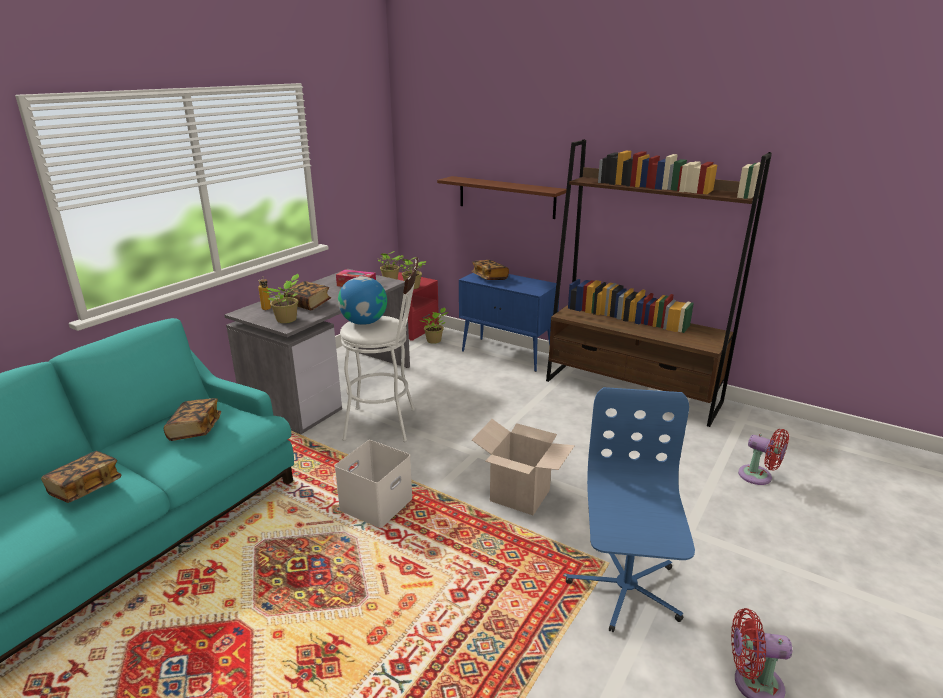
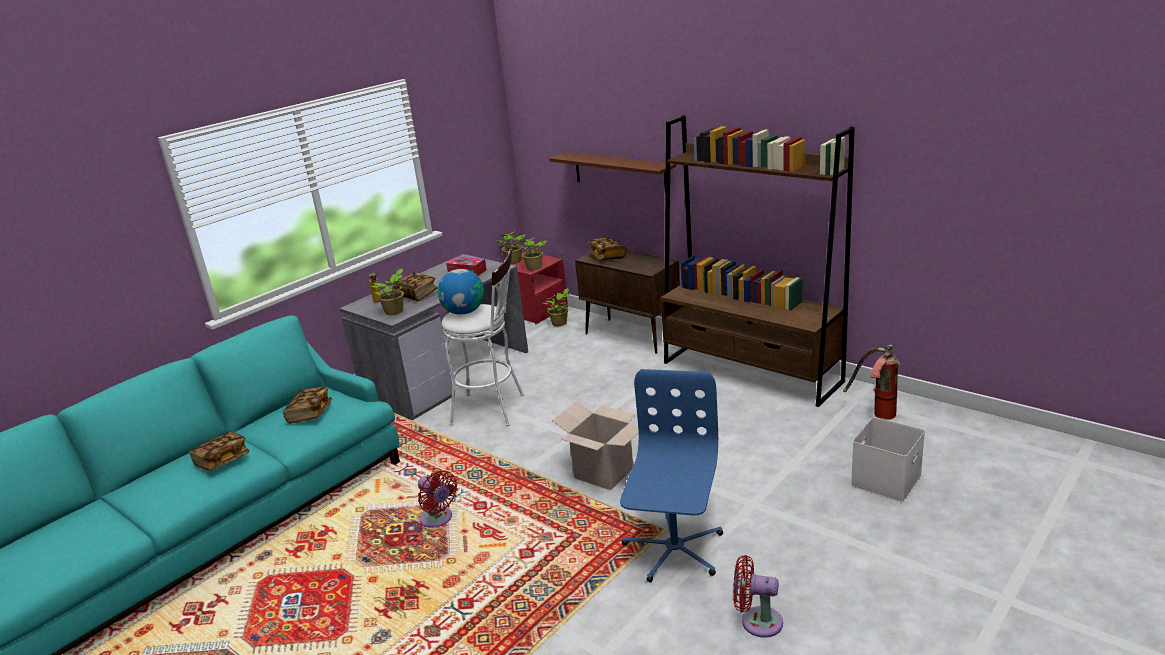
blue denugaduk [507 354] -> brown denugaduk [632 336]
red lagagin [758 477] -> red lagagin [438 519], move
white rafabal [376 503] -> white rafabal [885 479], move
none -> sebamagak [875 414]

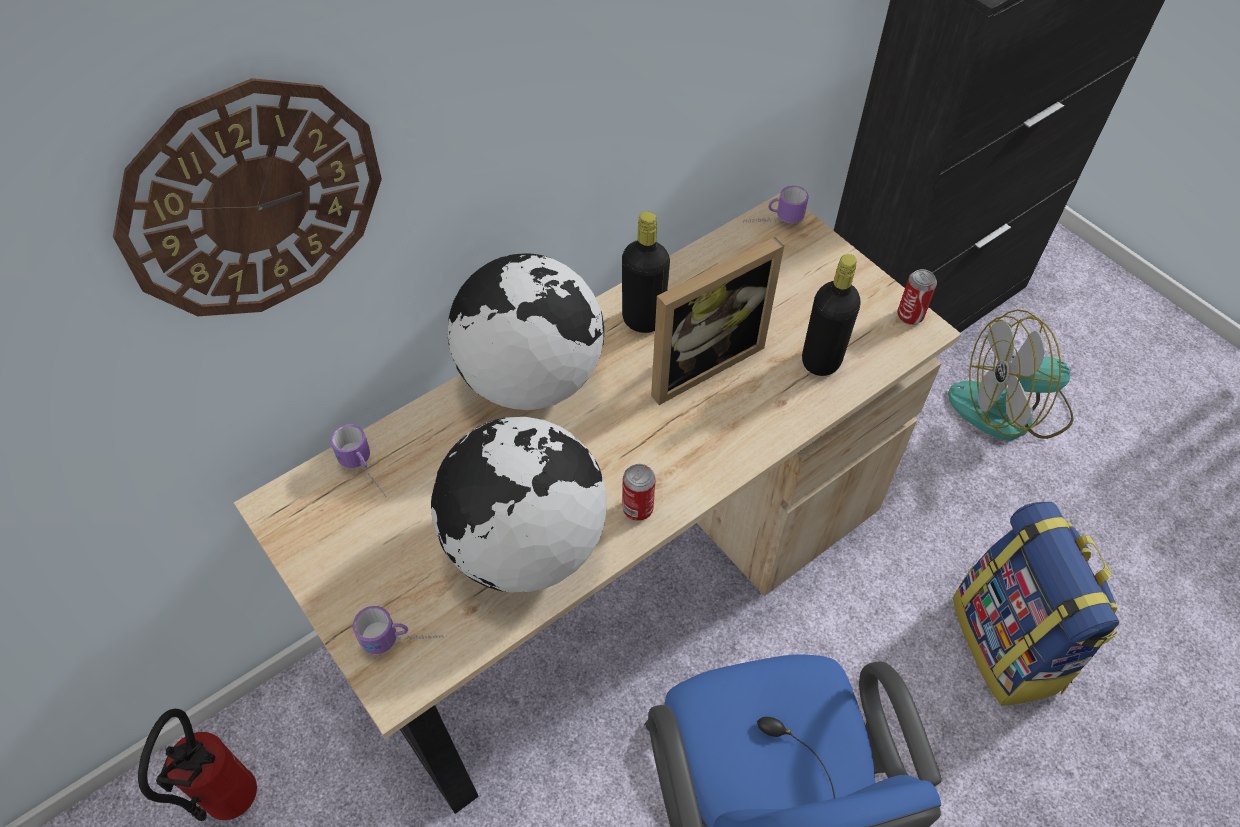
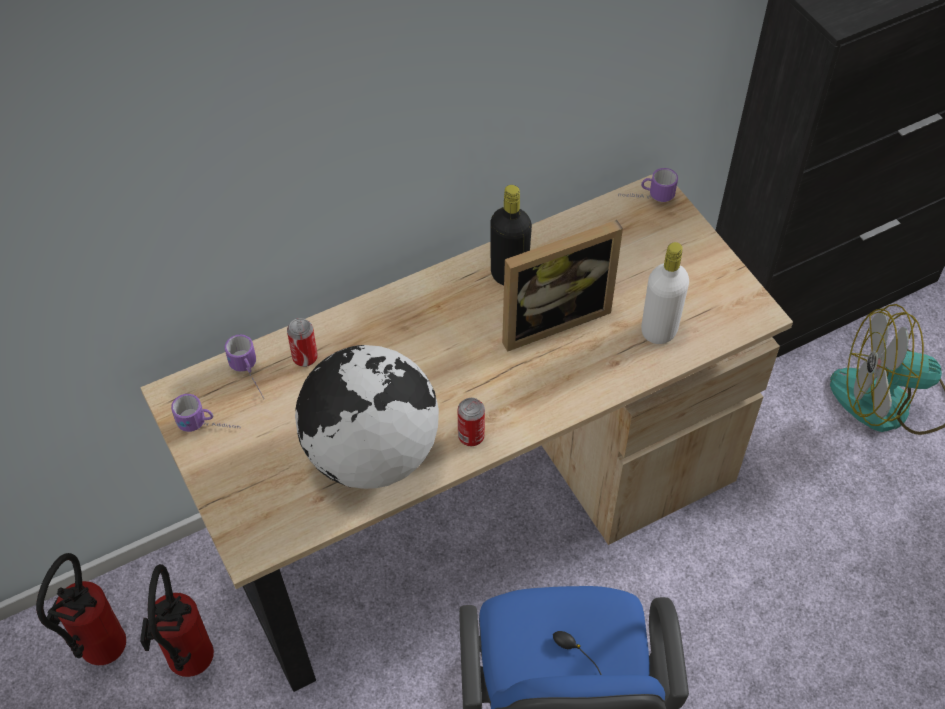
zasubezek [254 202] -> none
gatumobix [530 379] -> none
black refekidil [821 361] -> white refekidil [659 330]
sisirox [910 316] -> sisirox [305 357], move
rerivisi [1009 644] -> none
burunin [402 641] -> burunin [209 426], move
none -> sebamagak [188 667]

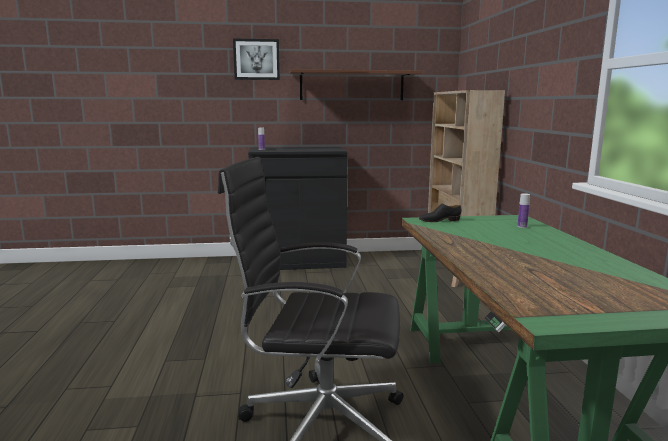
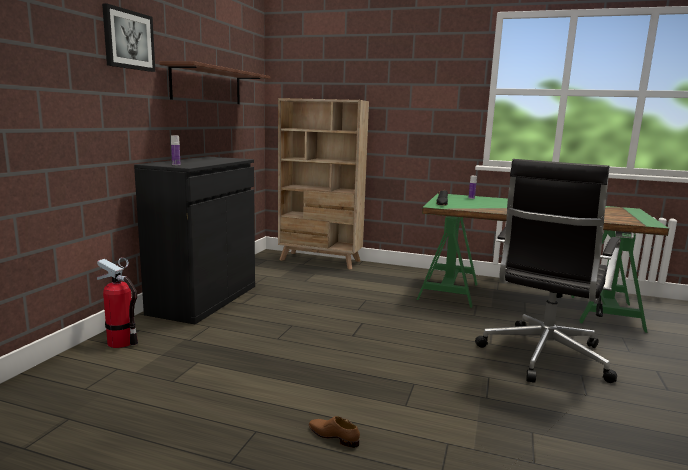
none -> sebamagak [121 342]
none -> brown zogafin [333 436]

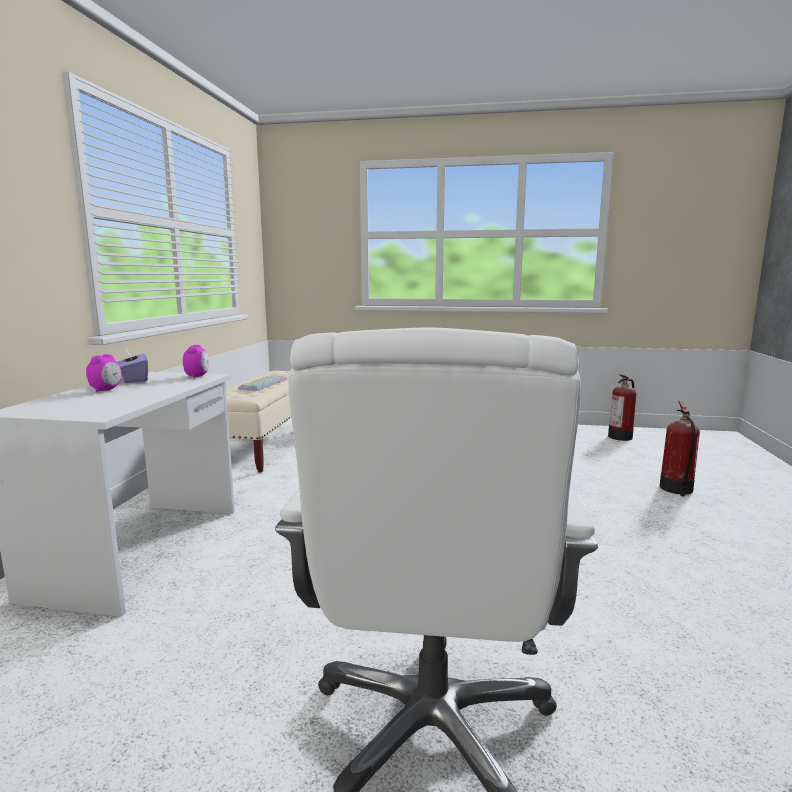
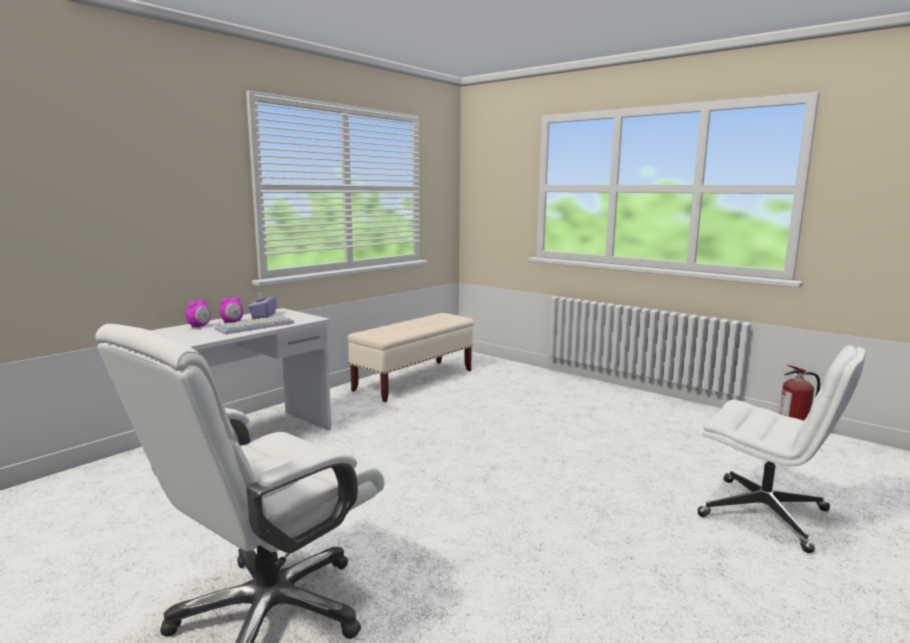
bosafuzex [197 376] -> bosafuzex [199 326], move
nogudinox [263 384] -> nogudinox [255 326], move
sebamagak [676 489] -> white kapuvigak [765 514]

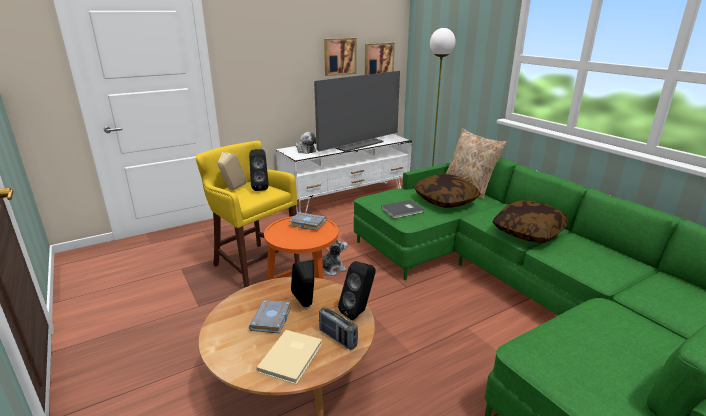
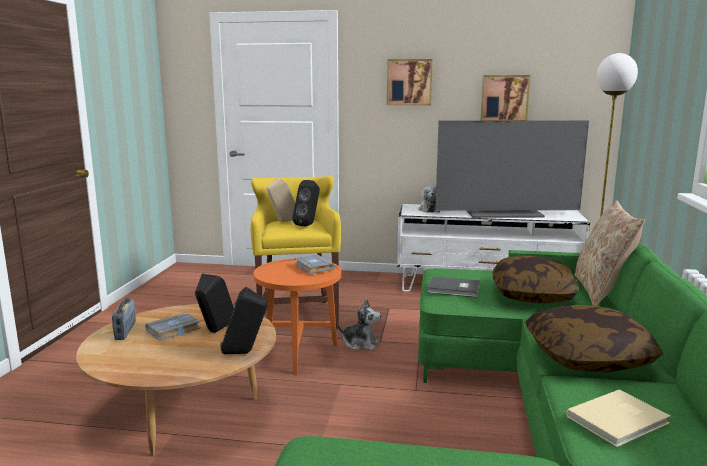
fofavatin [378 60] -> fofavatin [409 82], move
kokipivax [337 338] -> kokipivax [125 331], move
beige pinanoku [292 357] -> beige pinanoku [620 420], move

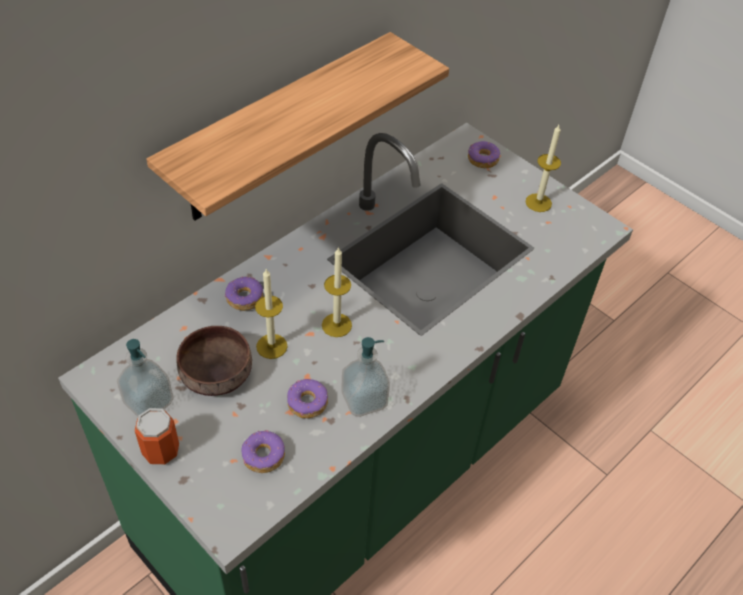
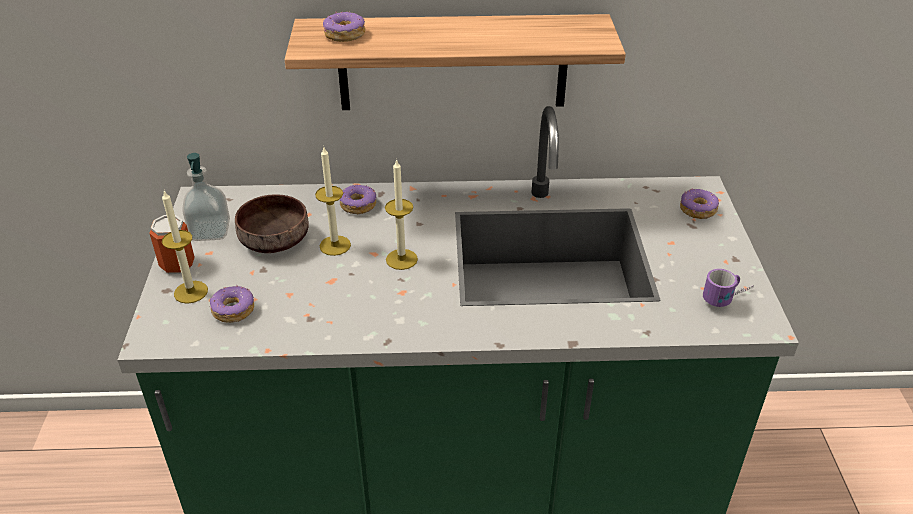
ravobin [538 202] -> ravobin [191 292], move
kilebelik [364 399] -> none
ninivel [307 403] -> ninivel [344 34], move
none -> burunin [728 299]

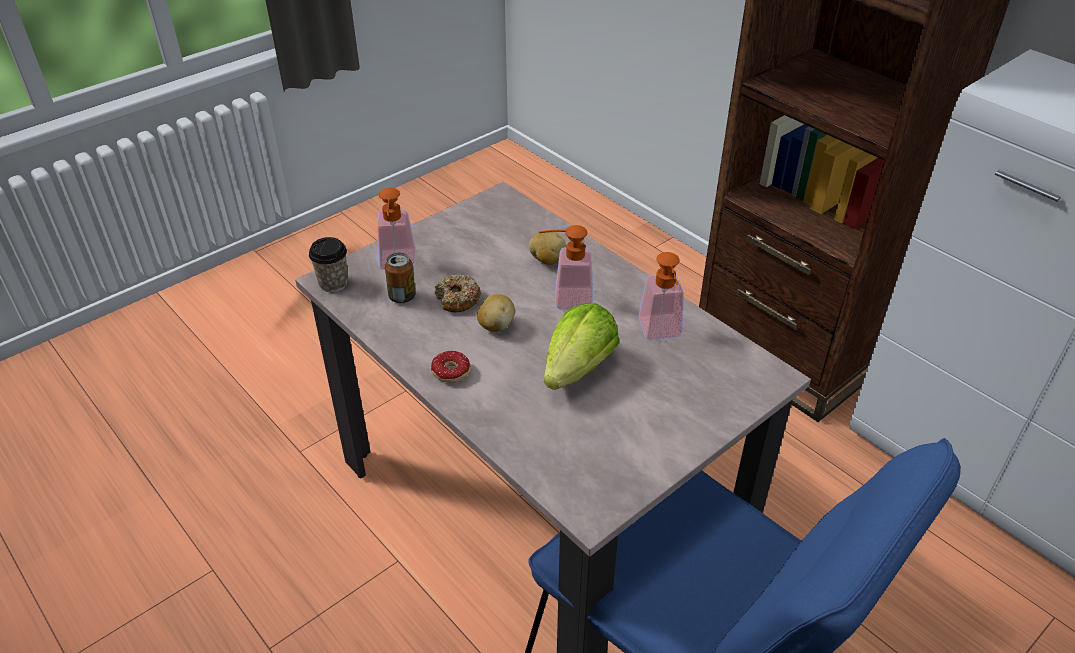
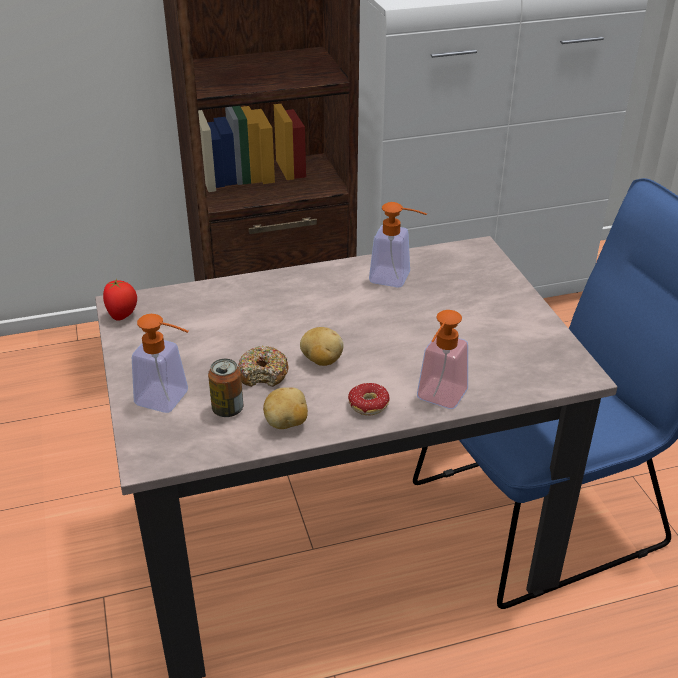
kilebelik [565 299] -> kilebelik [438 399], move
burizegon [547 260] -> burizegon [286 423], move
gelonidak [333 283] -> none
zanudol [579 369] -> none
none -> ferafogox [123 315]

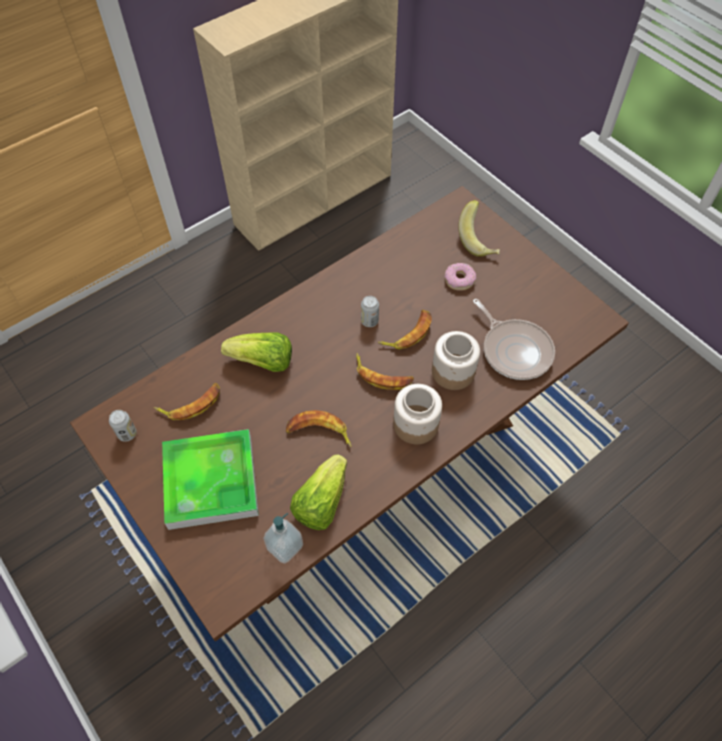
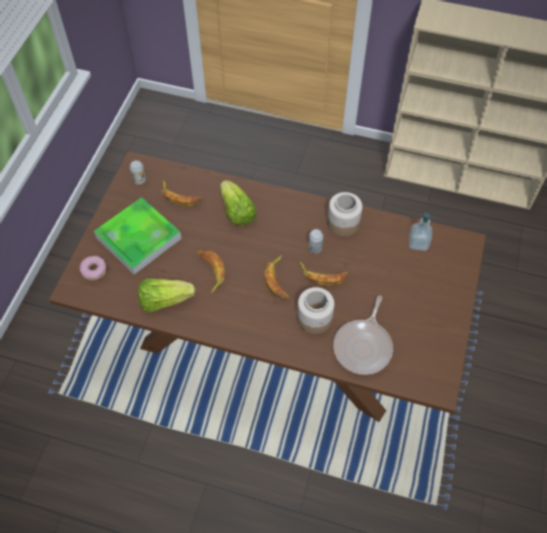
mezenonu [479 240] -> none
ninivel [459 280] -> ninivel [93 270], move
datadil [415 425] -> datadil [342 223], move
kilebelik [285 546] -> kilebelik [418 243], move

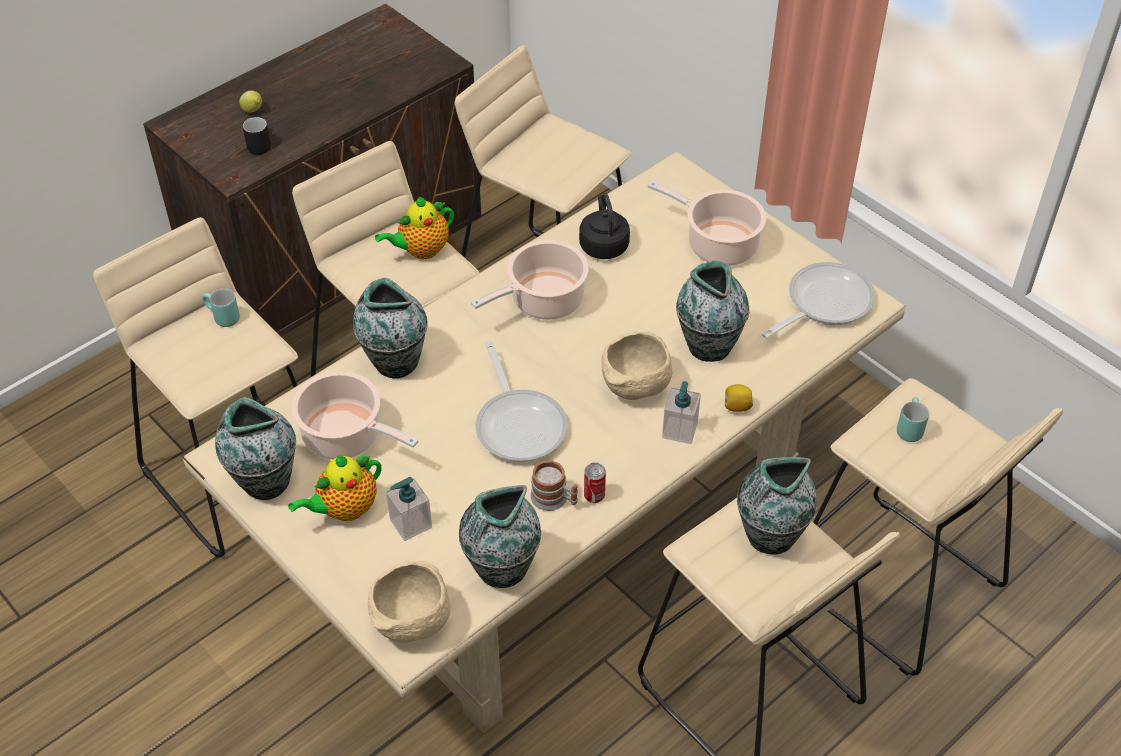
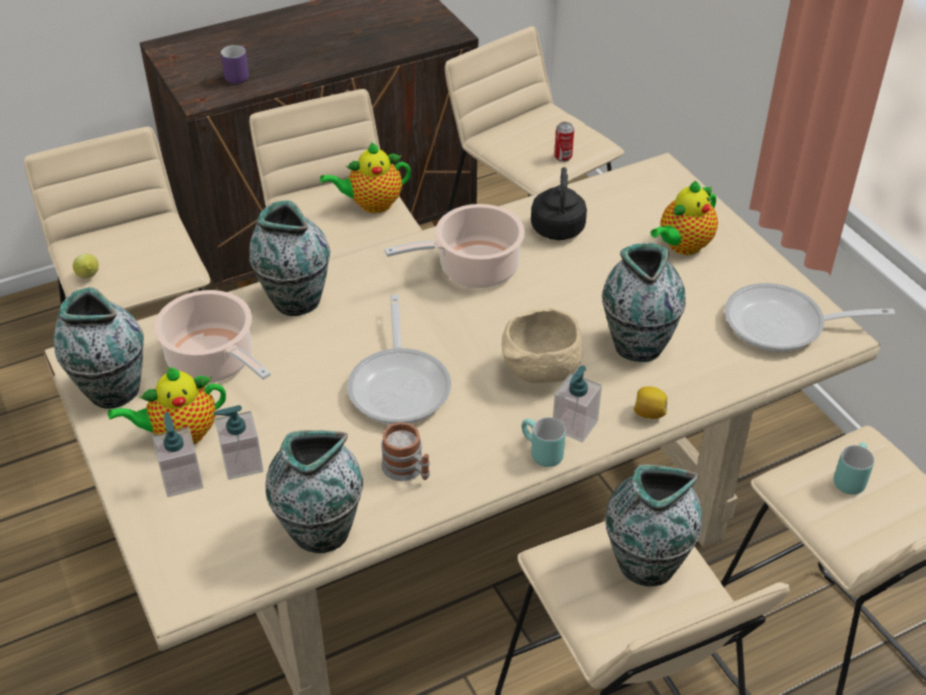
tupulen [253 111] -> tupulen [89 277], move
black burunin [258 144] -> purple burunin [237 75]
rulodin [717 244] -> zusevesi [682 246]
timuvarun [823 303] -> timuvarun [783 325], 150 degrees counterclockwise
turquoise burunin [221 318] -> turquoise burunin [539 454], move
sisirox [594 495] -> sisirox [563 157], move
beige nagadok [411 624] -> none
none -> kilebelik [182 479]

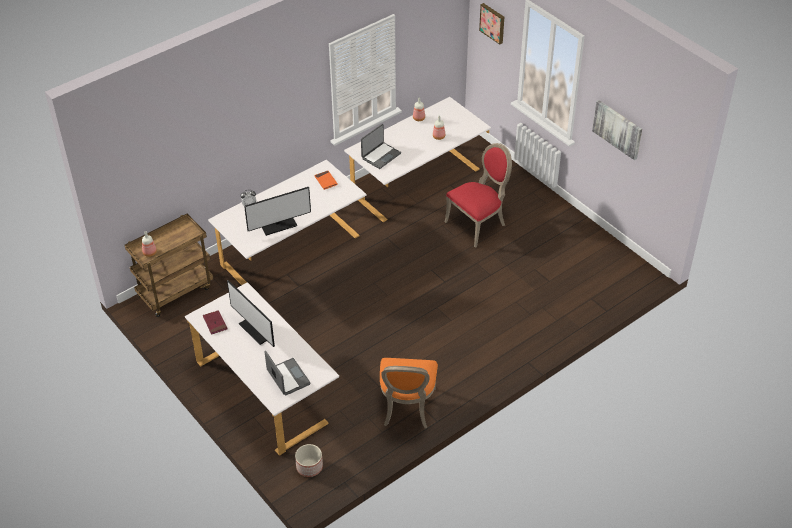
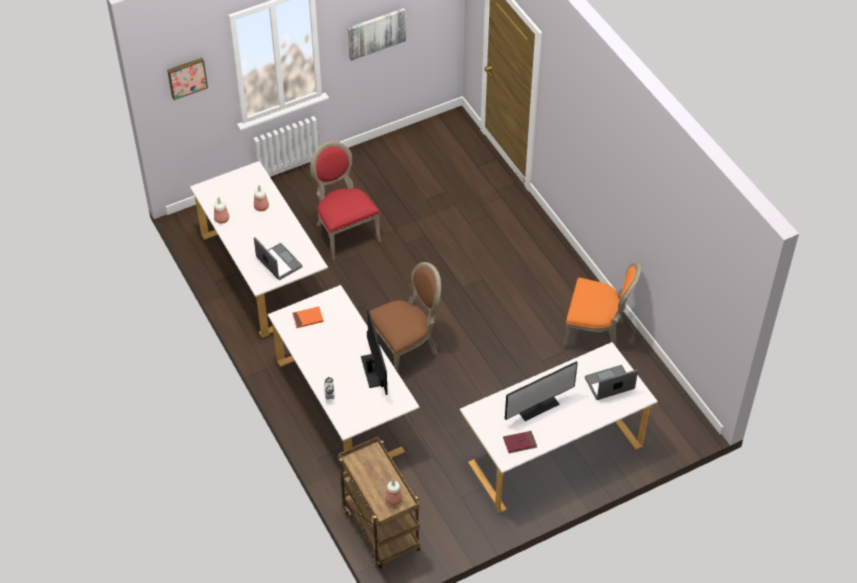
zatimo [309 467] -> none
none -> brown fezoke [406 348]

